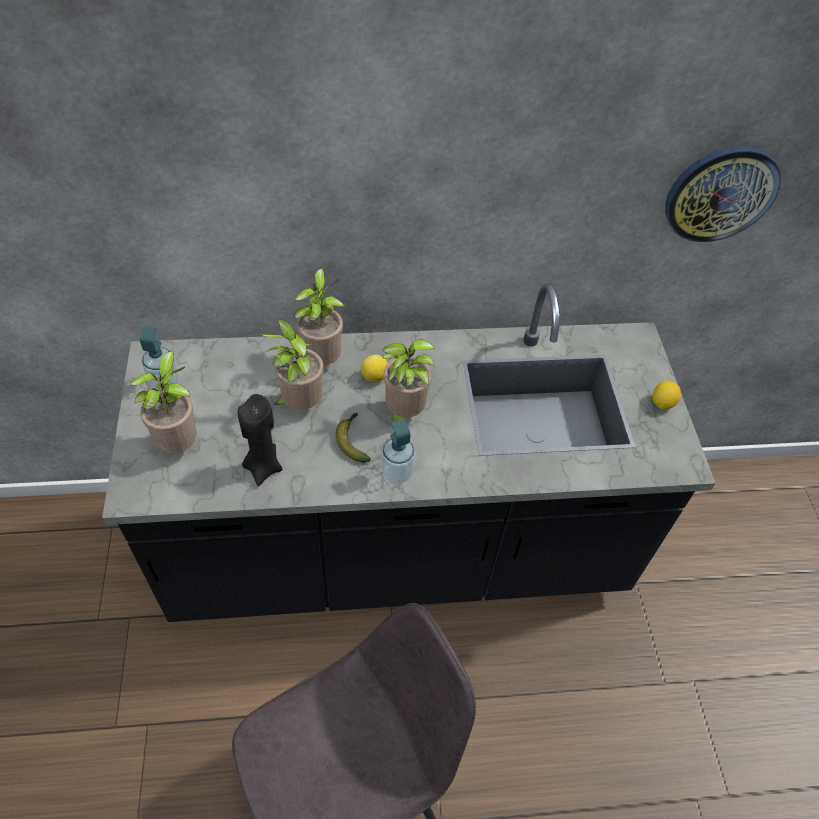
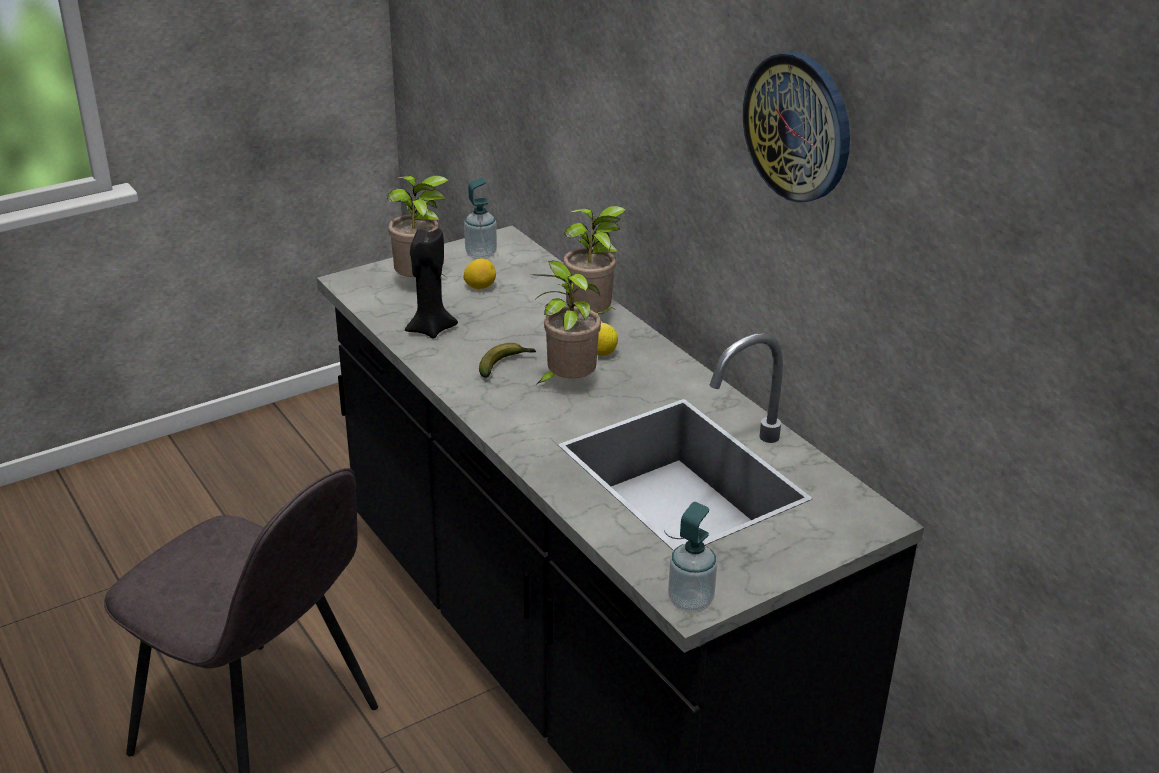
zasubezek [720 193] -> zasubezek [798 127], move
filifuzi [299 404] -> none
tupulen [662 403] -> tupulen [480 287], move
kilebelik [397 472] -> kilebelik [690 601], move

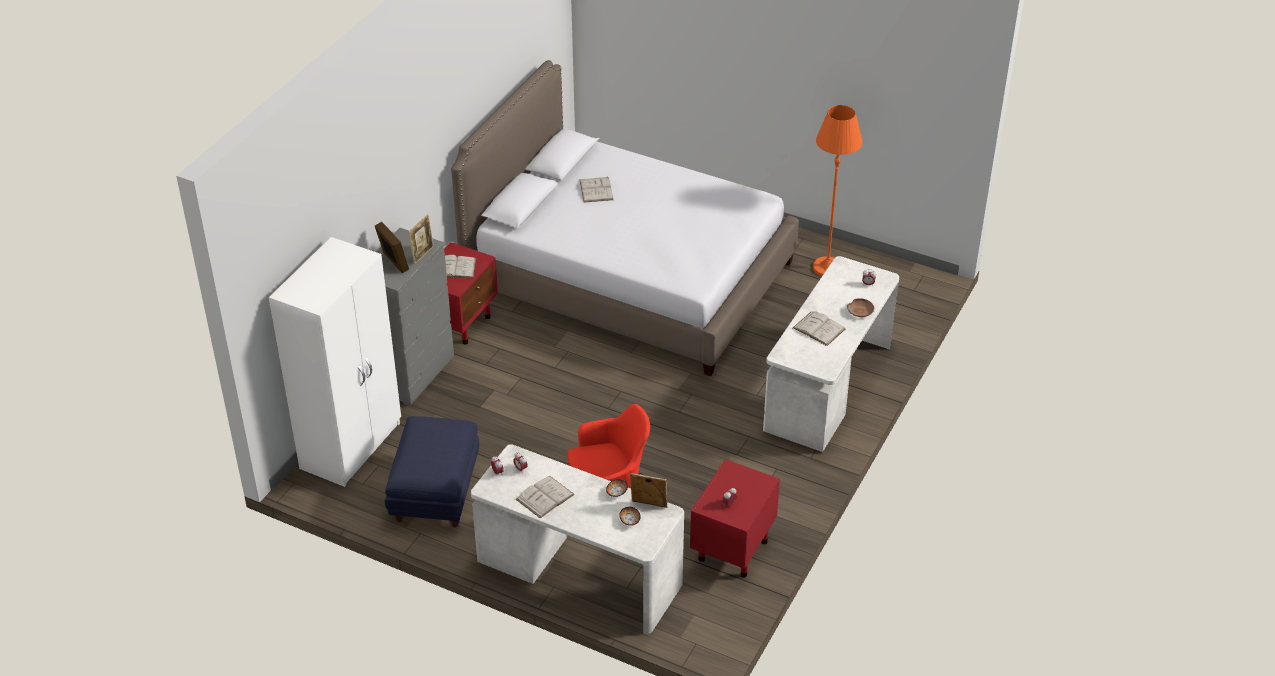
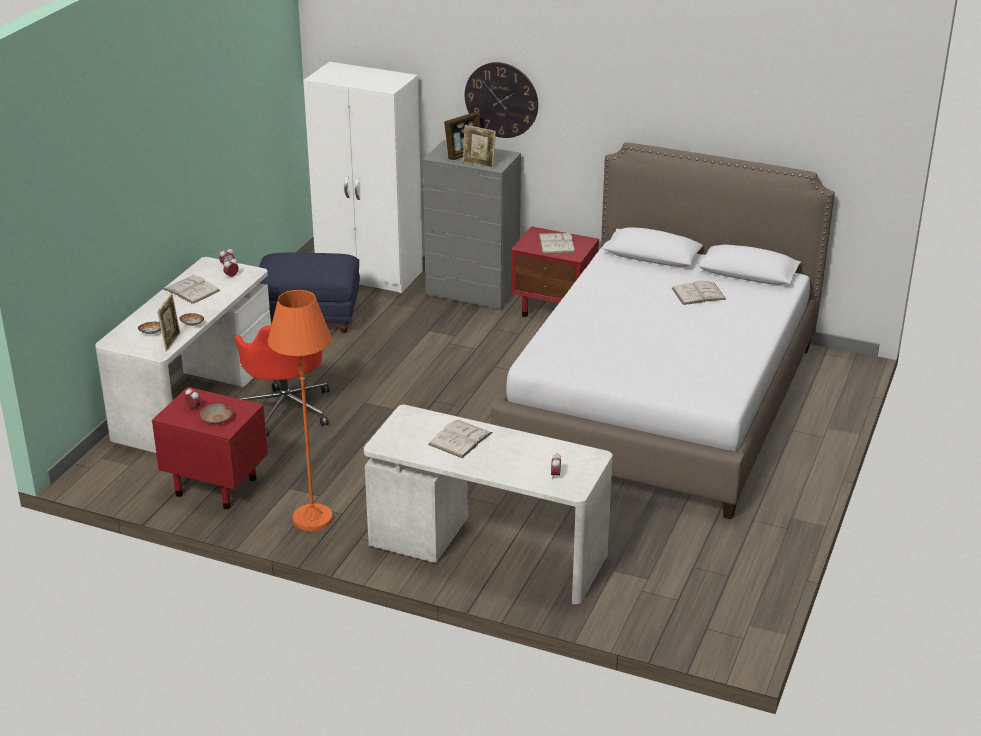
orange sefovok [827 268] -> orange sefovok [312 518], move
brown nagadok [860 311] -> brown nagadok [217 419], move
none -> zasubezek [501 100]

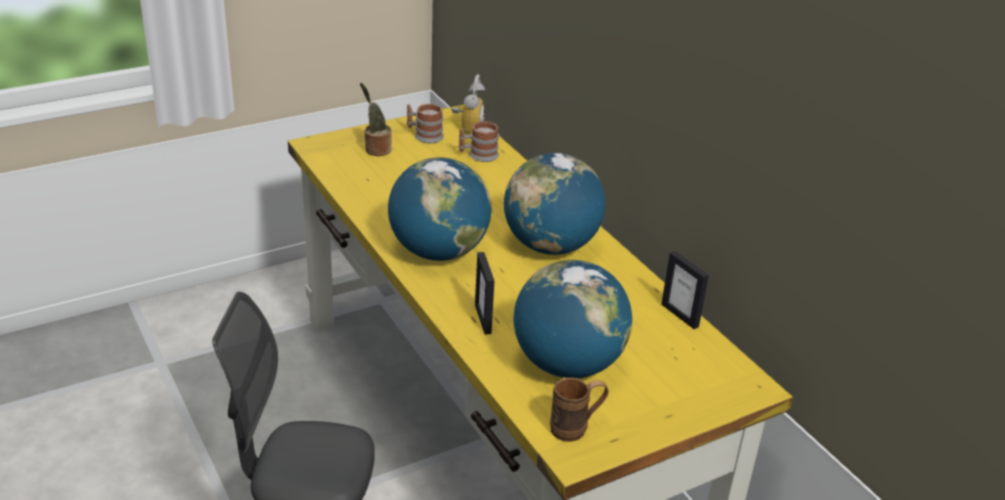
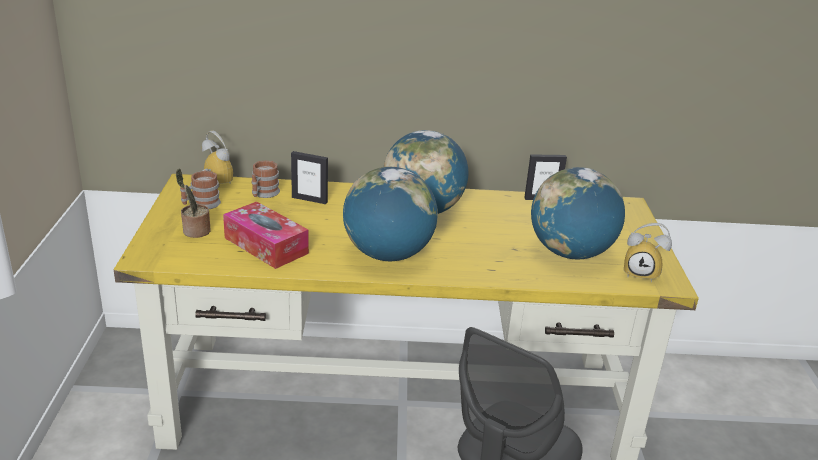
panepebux [483 319] -> panepebux [309 199], move
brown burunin [576 428] -> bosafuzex [641 273]
none -> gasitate [266 245]

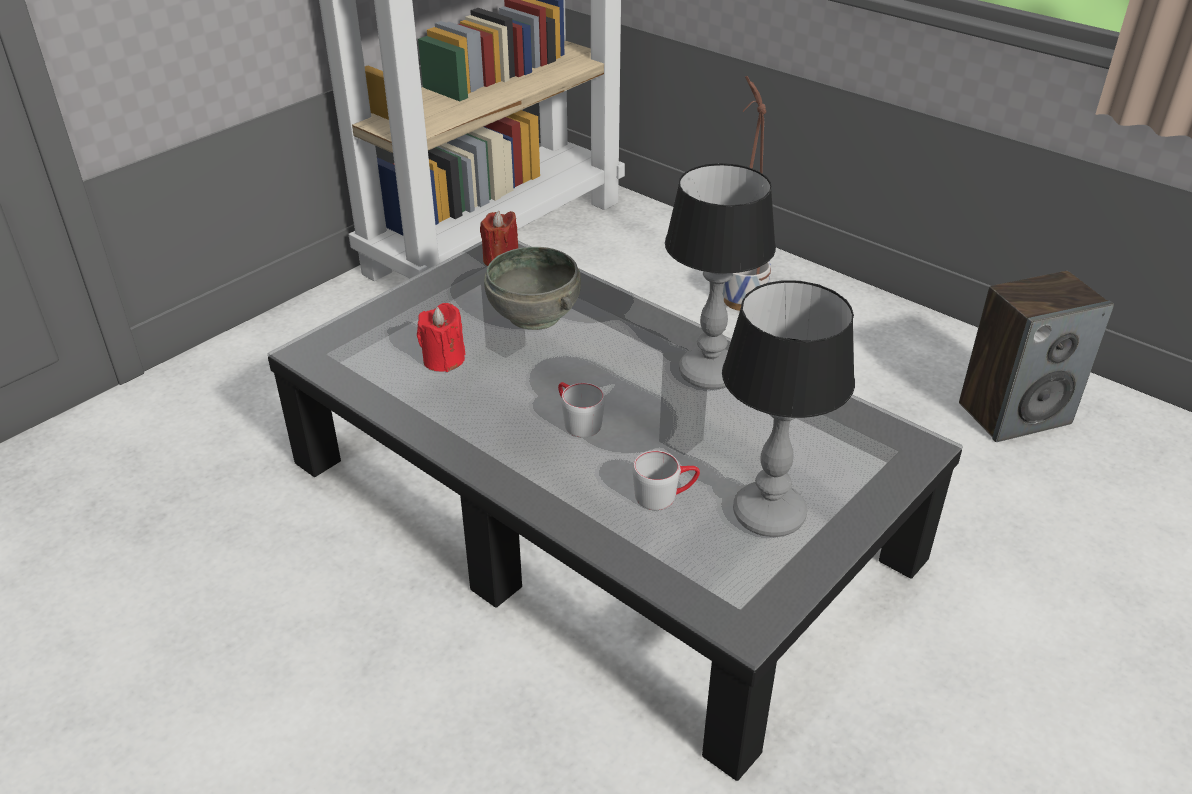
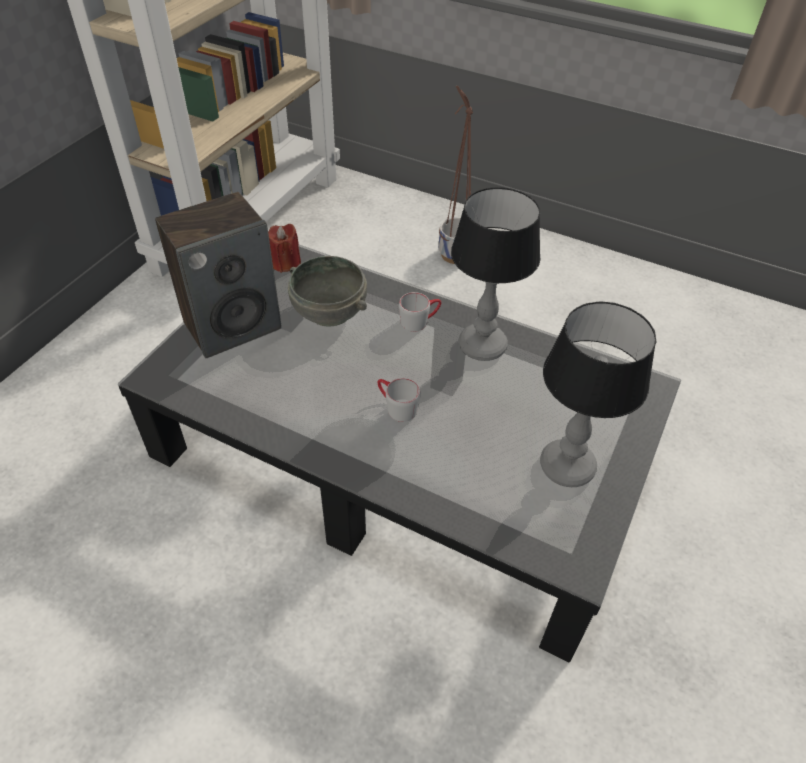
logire [1014 413] -> logire [233 325], move
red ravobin [444 360] -> none
grey burunin [665 495] -> grey burunin [419 321], move

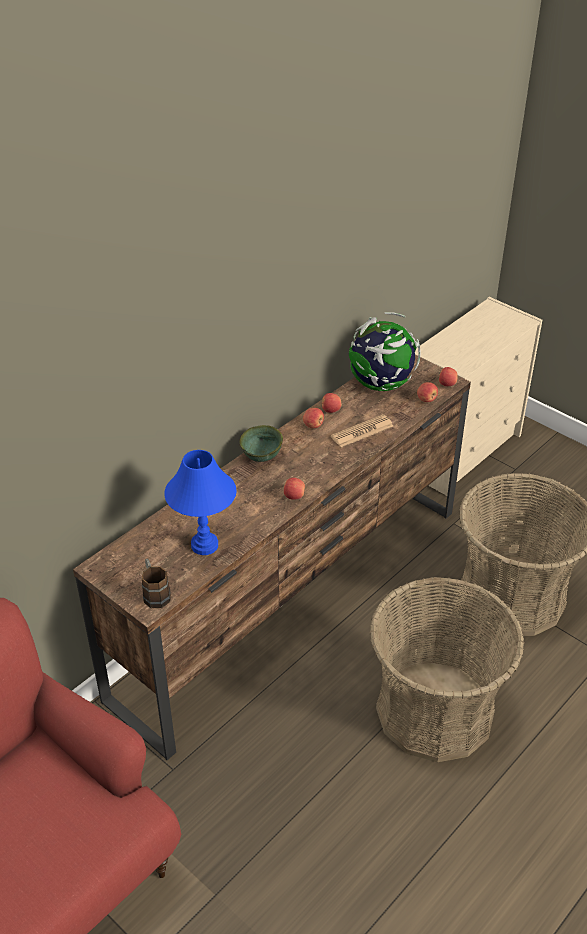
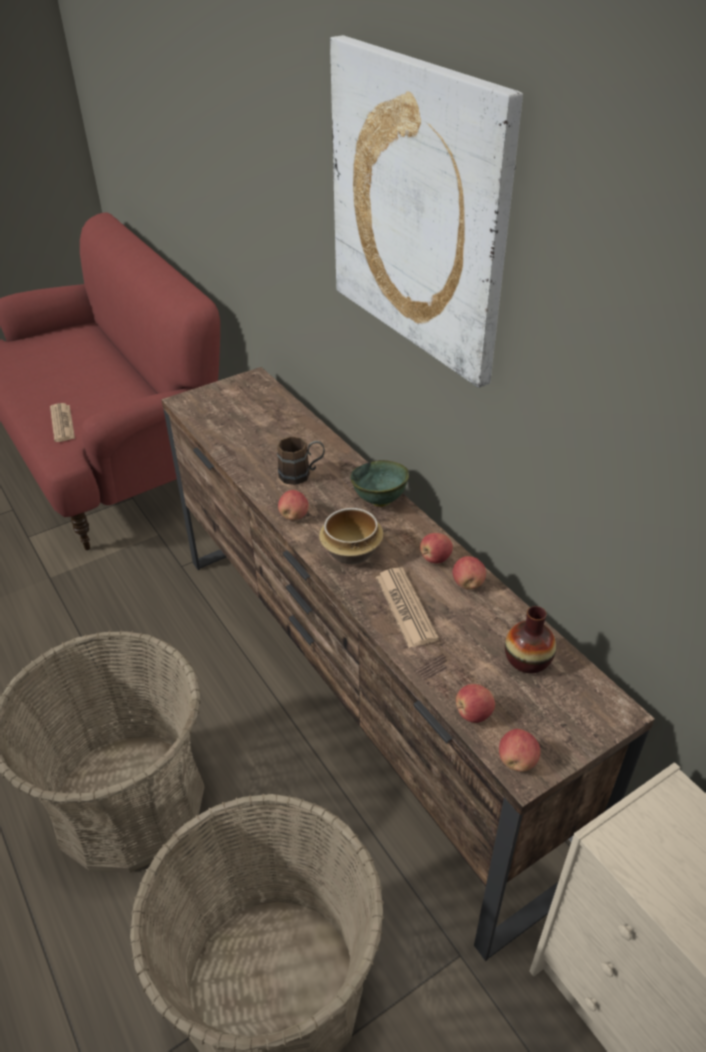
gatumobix [381 385] -> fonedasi [527 659]
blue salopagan [205 545] -> none
brown burunin [155 593] -> brown burunin [302 474], move
none -> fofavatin [418 209]
none -> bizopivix [62 423]
none -> nagadok [351 553]

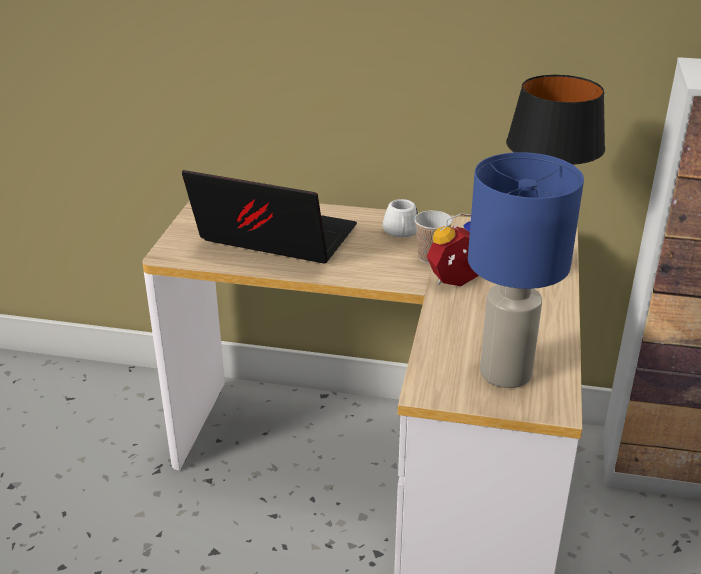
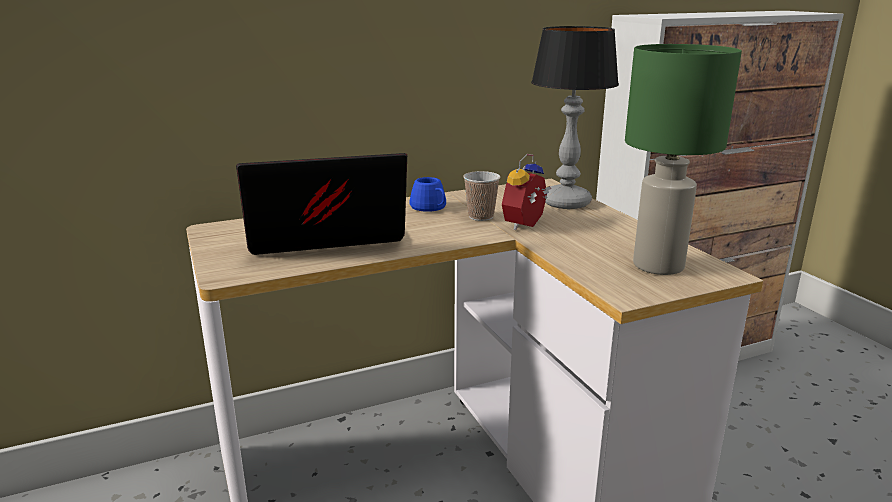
blue salopagan [505 374] -> green salopagan [659 266]
white burunin [401 232] -> blue burunin [430 208]

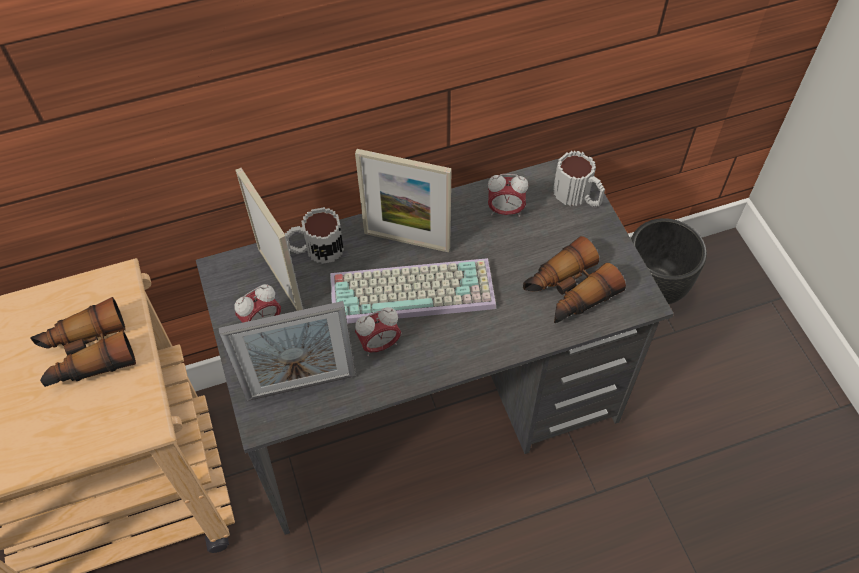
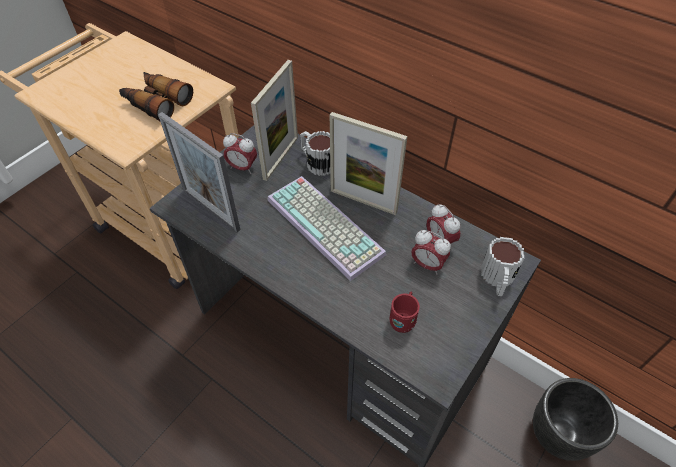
panepebux [406 240] -> panepebux [363 201], 45 degrees counterclockwise
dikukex [568 292] -> red burunin [403 319]
bosafuzex [379 344] -> bosafuzex [427 265], move

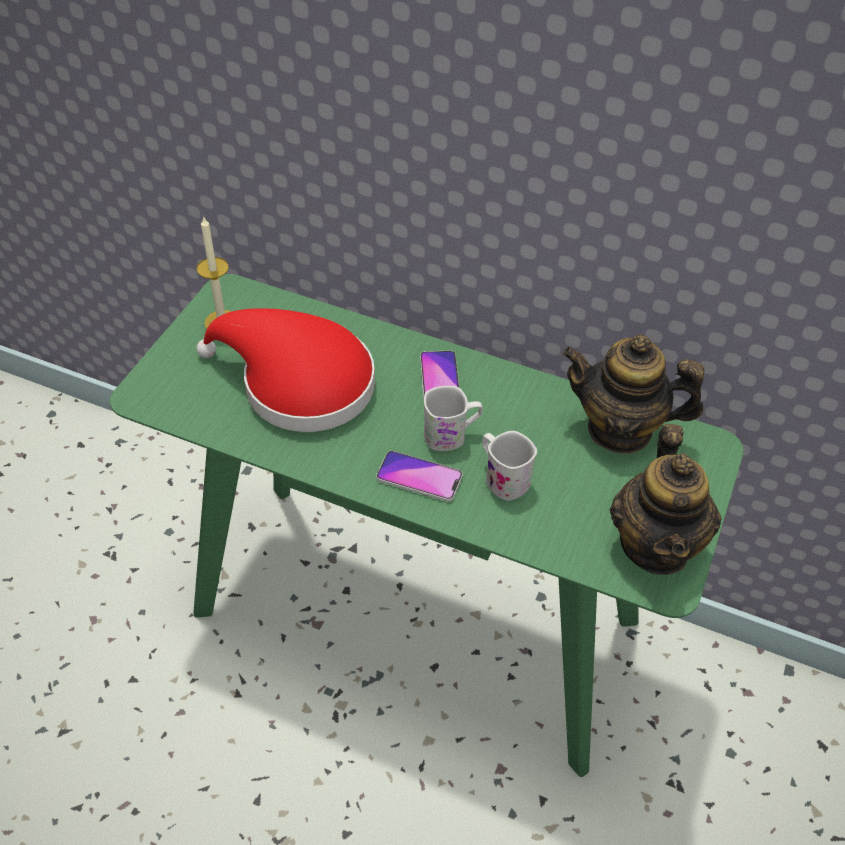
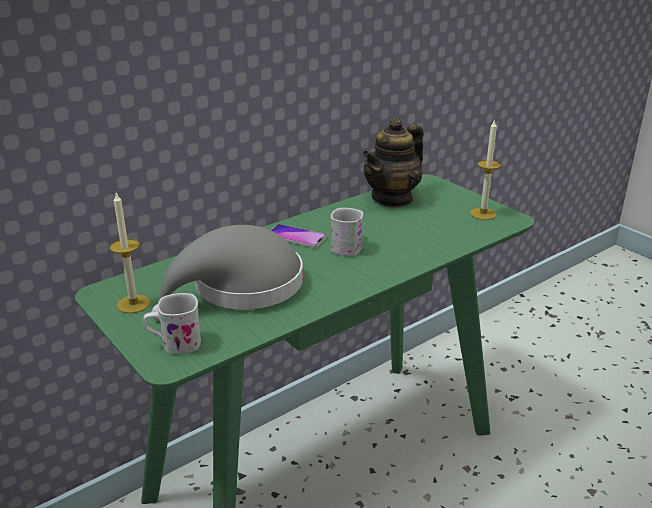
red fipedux [298 384] -> grey fipedux [240 288]
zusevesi [656 545] -> ravobin [483 214]
white burunin [502 478] -> white burunin [175 344], move
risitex [419 477] -> none

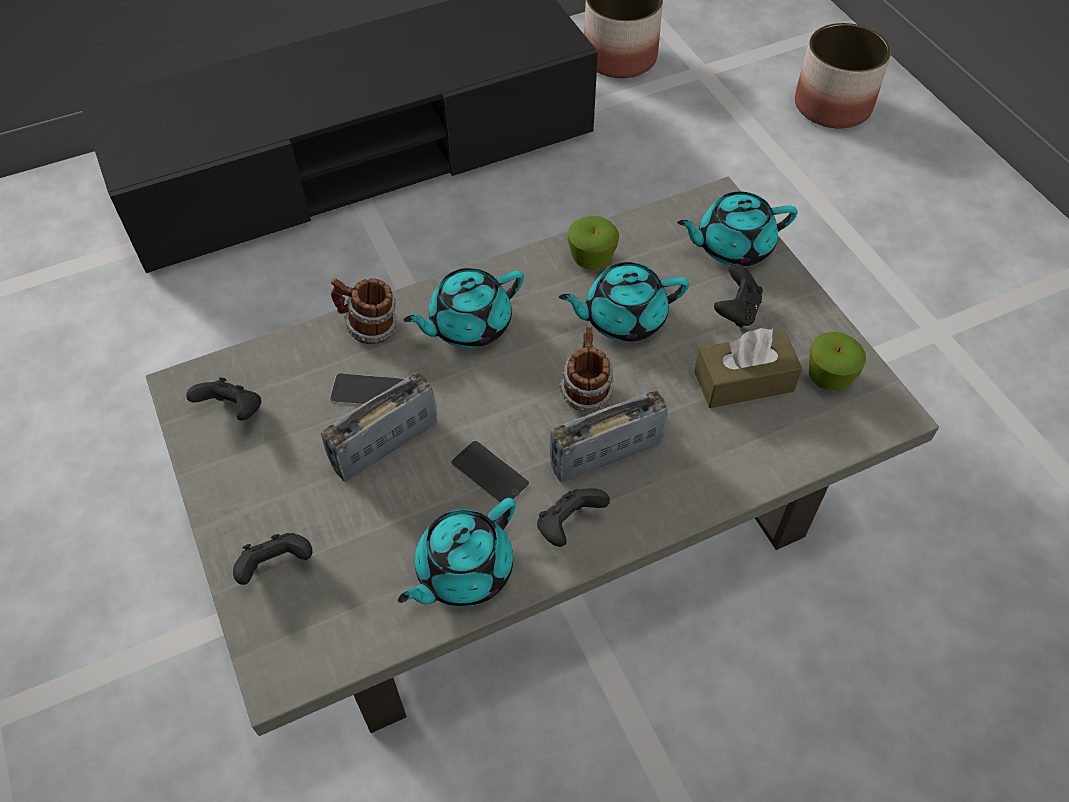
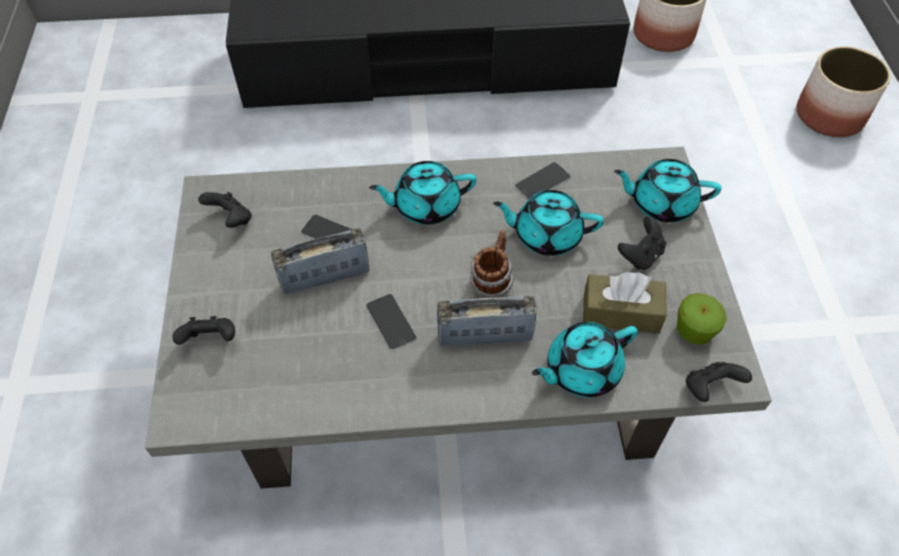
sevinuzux [591 258] -> risitex [542 182]
burunin [369 328] -> none
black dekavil [568 525] -> black dekavil [709 388], move
turquoise zusevesi [463 571] -> turquoise zusevesi [581 370], move

